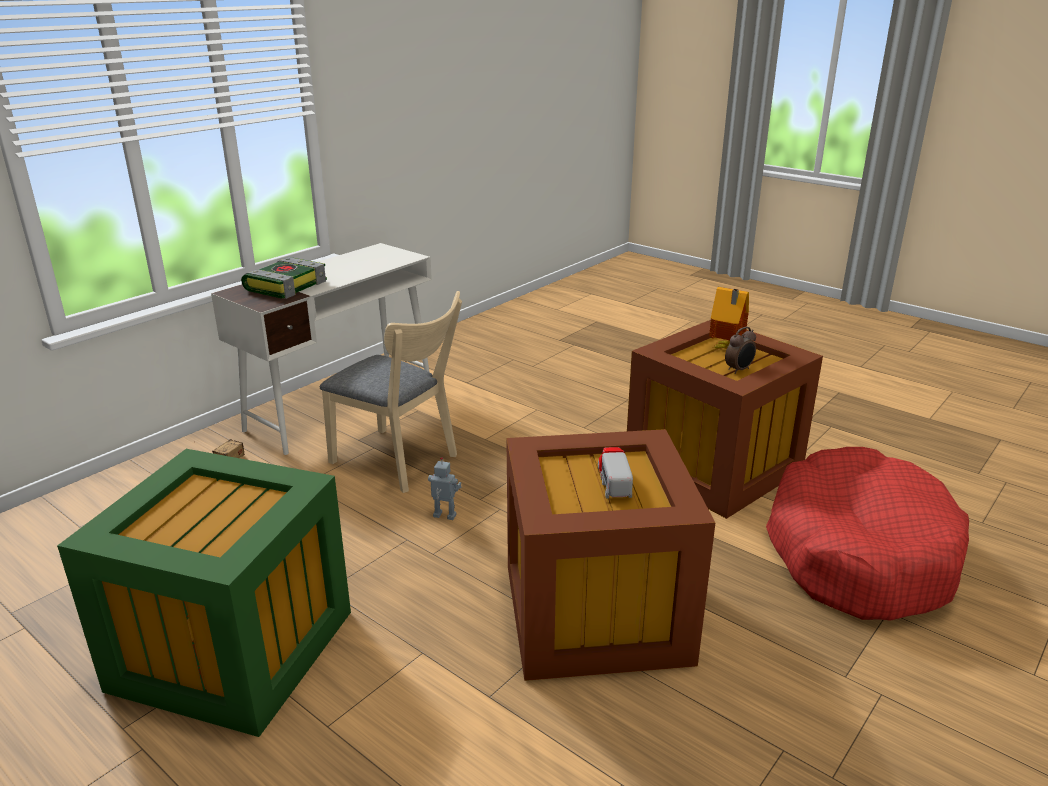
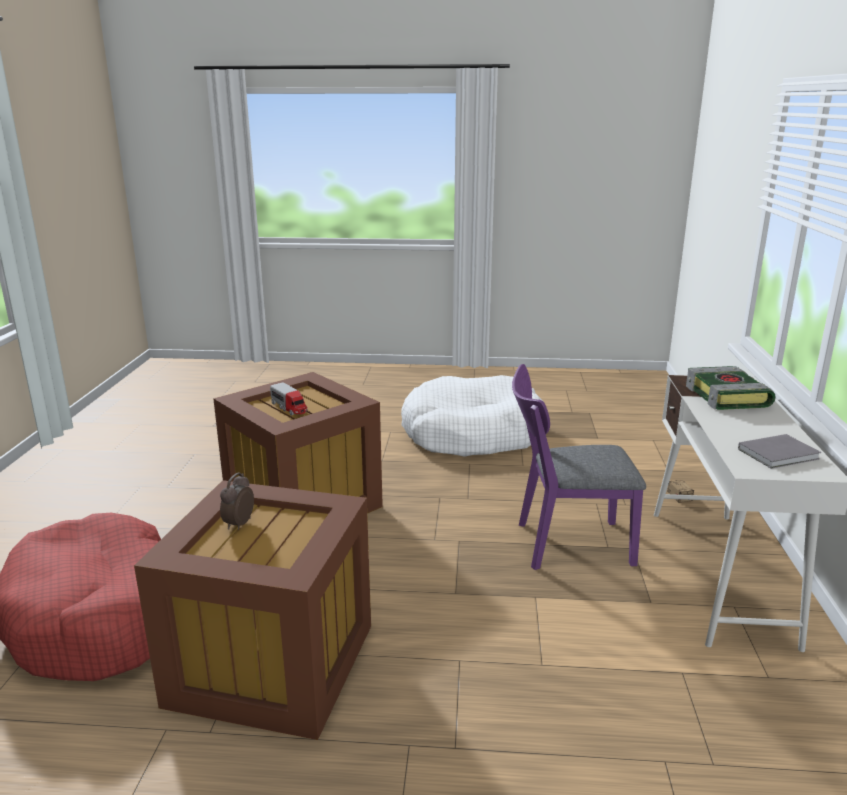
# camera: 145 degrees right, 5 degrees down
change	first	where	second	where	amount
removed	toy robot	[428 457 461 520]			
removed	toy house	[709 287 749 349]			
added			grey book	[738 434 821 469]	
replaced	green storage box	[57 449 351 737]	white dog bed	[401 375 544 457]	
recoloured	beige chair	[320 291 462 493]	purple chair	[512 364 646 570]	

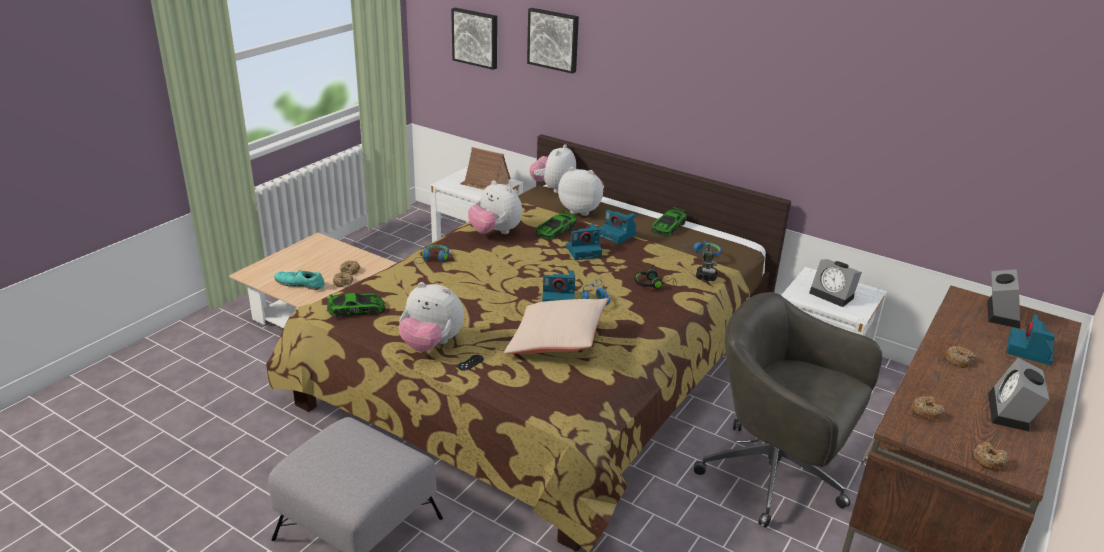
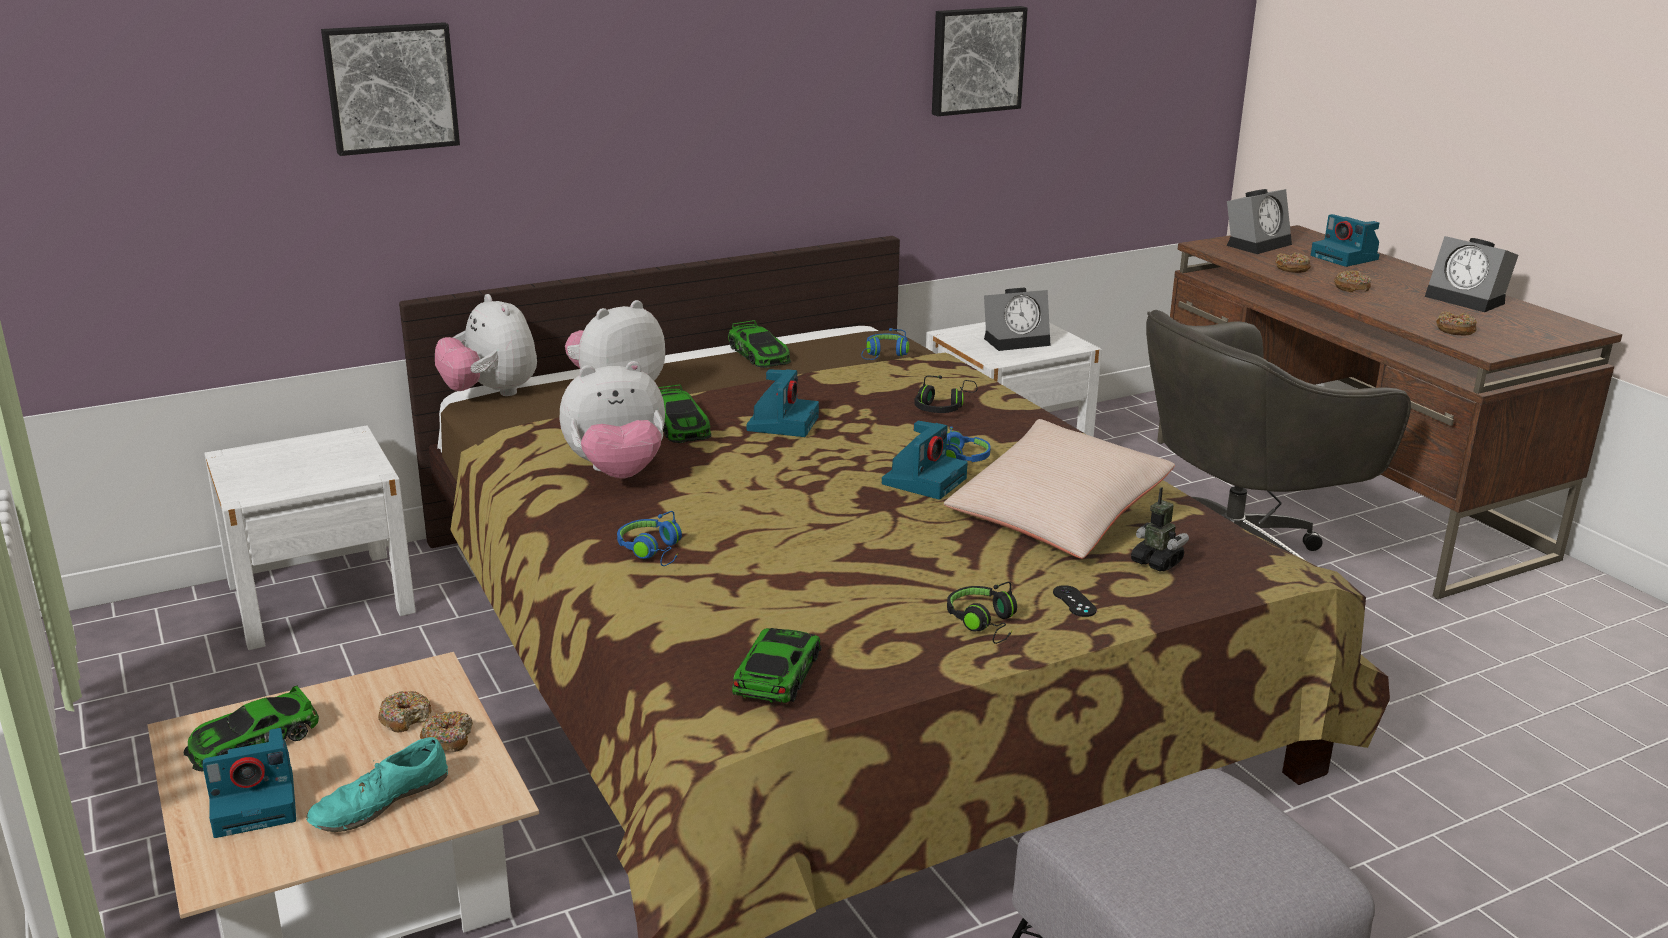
# camera: 60 degrees left, 5 degrees down
change	first	where	second	where	amount
removed	toy house	[460 147 511 190]			
added			toy car	[184 686 319 772]	
moved	picture	[451 8 497 70]		[932 6 1028 116]	
moved	photo camera	[598 210 637 244]		[203 728 296 838]	
moved	toy robot	[696 244 718 281]		[1131 487 1189 572]	
moved	donut	[974 442 1008 471]		[1275 253 1311 273]	
replaced	plush toy	[398 282 464 352]	black headphones	[947 582 1017 644]	
turned	alarm clock	[987 269 1020 328]		[1227 189 1292 254]	90 degrees clockwise

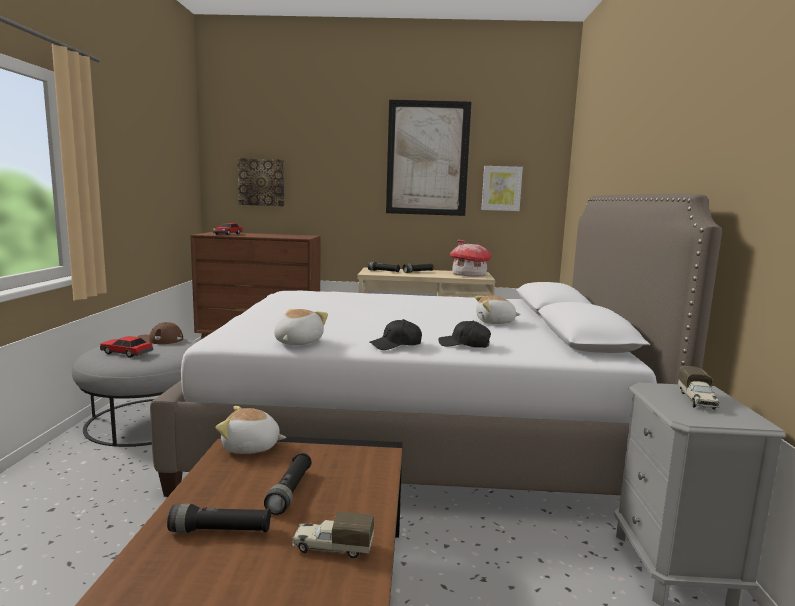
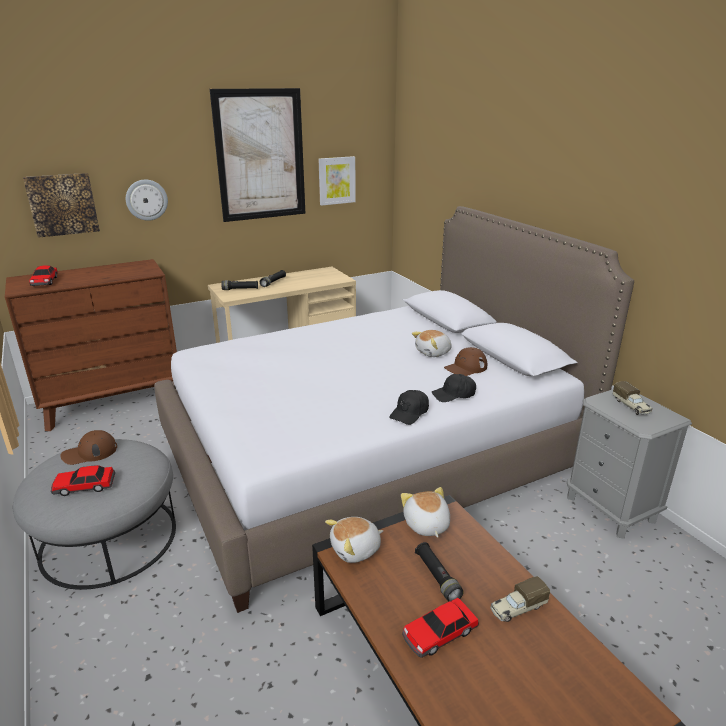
# camera: 30 degrees left, 15 degrees up
change	first	where	second	where	amount
removed	toy house	[450 240 491 276]			
added			wall clock	[126 180 168 221]	
added			brown cap	[444 347 487 376]	
moved	plush toy	[274 309 328 345]		[401 487 450 538]	
replaced	black flashlight	[167 504 271 533]	toy car	[402 598 479 658]	

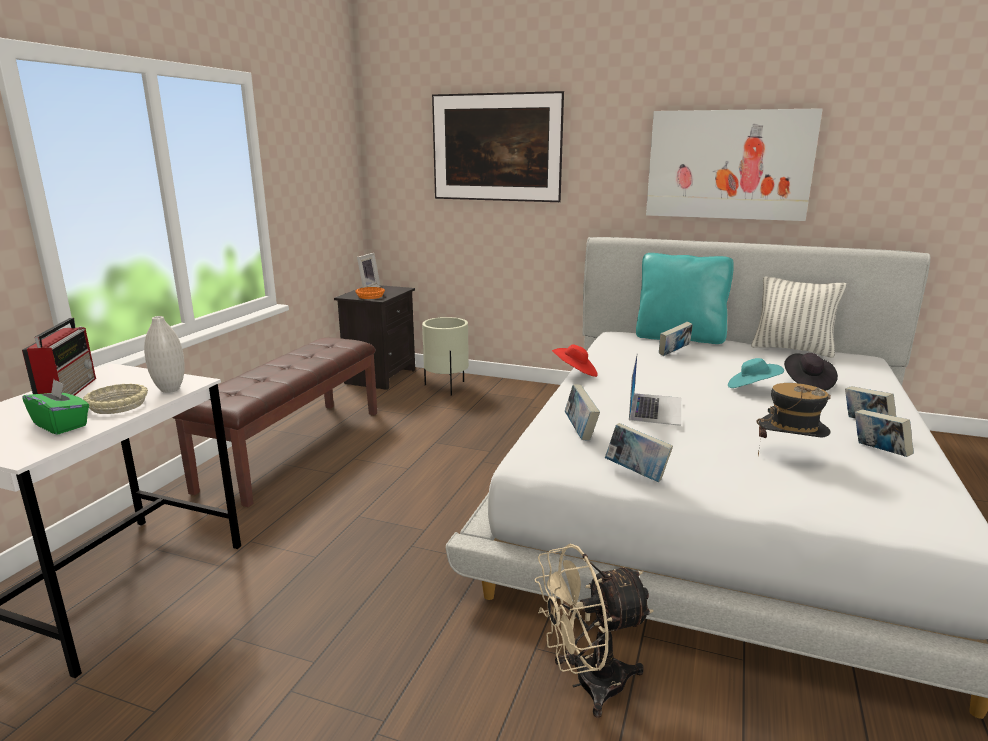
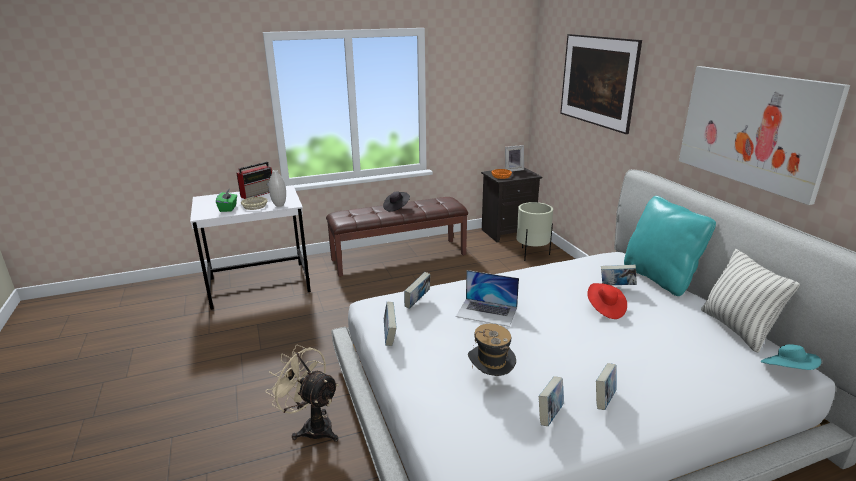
# camera: 50 degrees right, 5 degrees up
change	first	where	second	where	amount
moved	red hat	[552 344 598 377]		[587 283 627 319]	
moved	turquoise hat	[728 358 784 388]		[761 344 821 370]	
moved	black hat	[784 353 838 391]		[383 191 410 212]	
turned	laptop	[629 355 681 426]		[456 270 519 327]	45 degrees clockwise

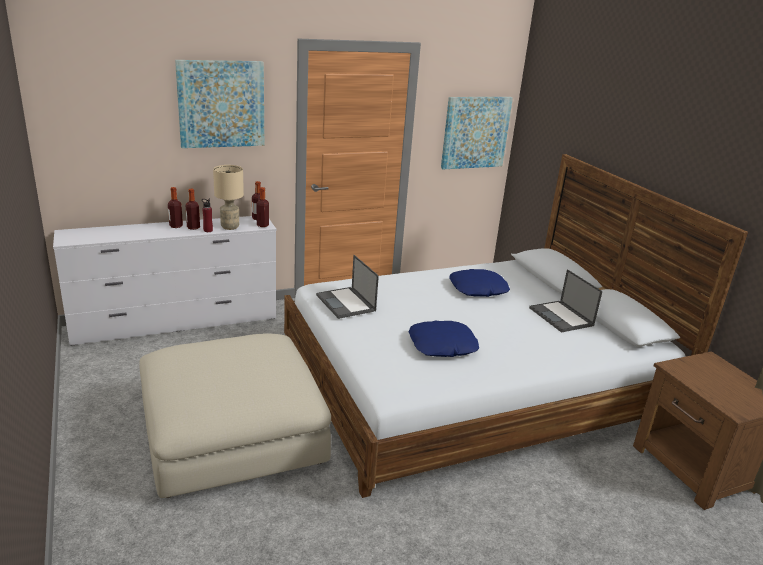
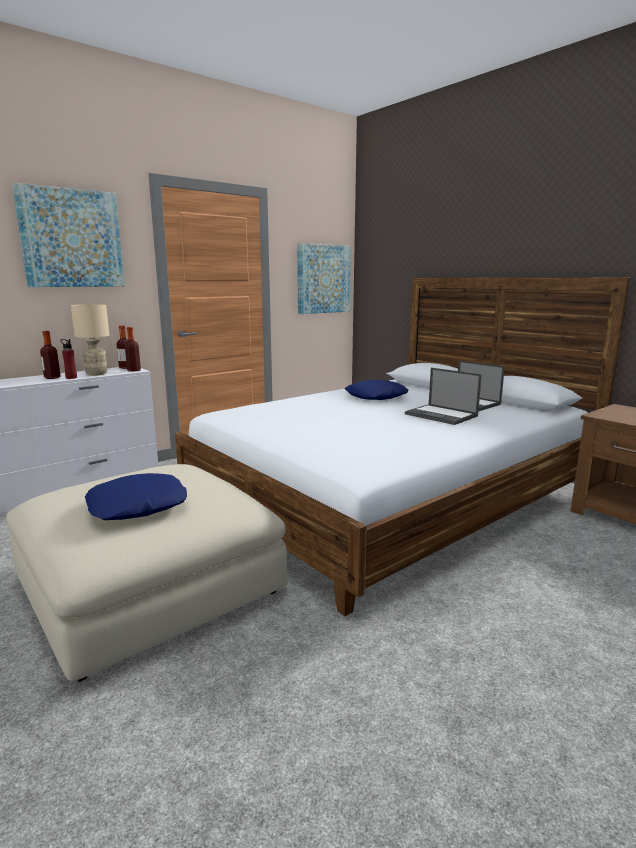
# camera: 15 degrees left, 10 degrees down
change	first	where	second	where	amount
removed	bottle	[168 187 183 228]			
moved	laptop	[316 255 379 319]		[405 368 482 425]	
moved	blue pillow	[409 320 479 357]		[85 473 187 520]	

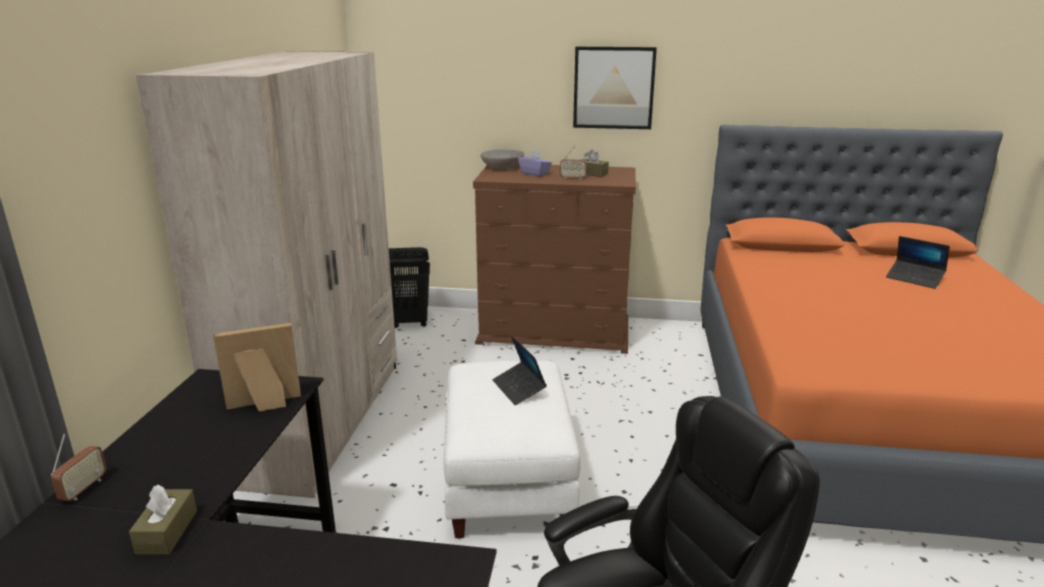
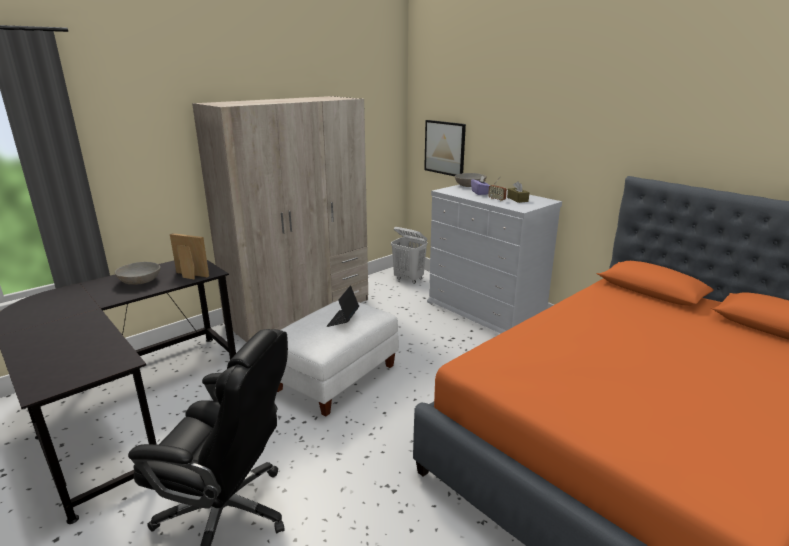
# camera: 40 degrees right, 0 degrees up
change	first	where	second	where	amount
removed	radio	[51 434 106 501]			
removed	brown tissue box	[129 485 197 554]			
removed	laptop	[886 236 950 289]			
added			grey bowl	[115 262 160 285]	
moved	picture	[573 47 657 129]		[424 120 466 176]	
recoloured	black laundry basket	[389 247 430 328]	white laundry basket	[391 227 427 284]	
recoloured	brown dresser	[473 164 636 354]	white dresser	[427 185 562 333]	

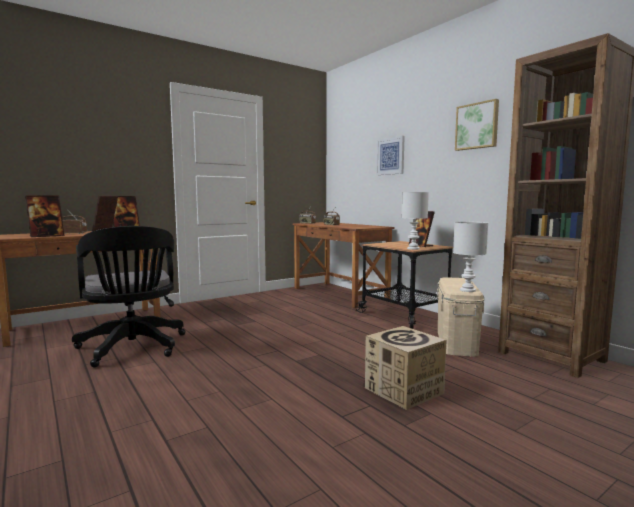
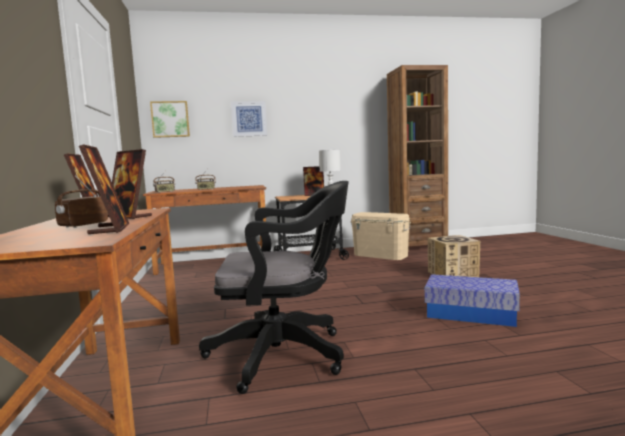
# camera: 65 degrees left, 0 degrees up
change	first	where	second	where	amount
removed	white table lamp	[453 222 488 292]			
added			storage box	[425 274 520 327]	
moved	picture	[455 99 499 151]		[150 101 190 138]	

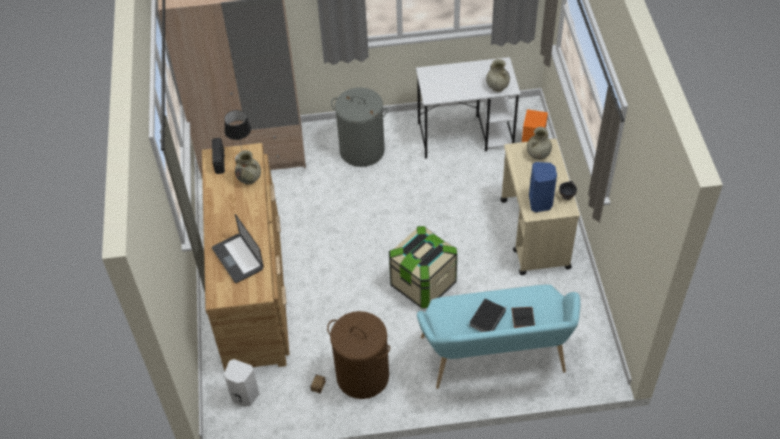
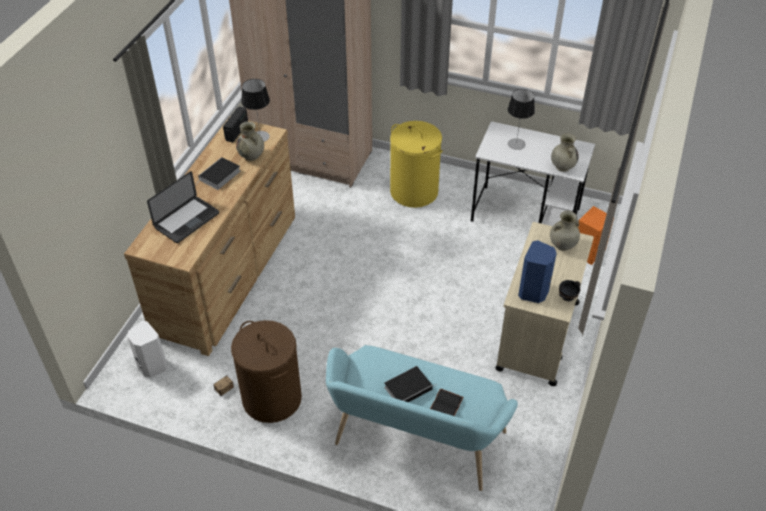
# camera: 25 degrees right, 5 degrees down
change	first	where	second	where	amount
removed	storage box	[389 226 457 308]			
added			book	[196 157 241 190]	
added			table lamp	[508 89 535 150]	
recoloured	grey laundry basket	[331 87 388 167]	yellow laundry basket	[390 121 443 208]	
turned	laptop	[212 214 264 283]		[147 171 219 243]	135 degrees counterclockwise

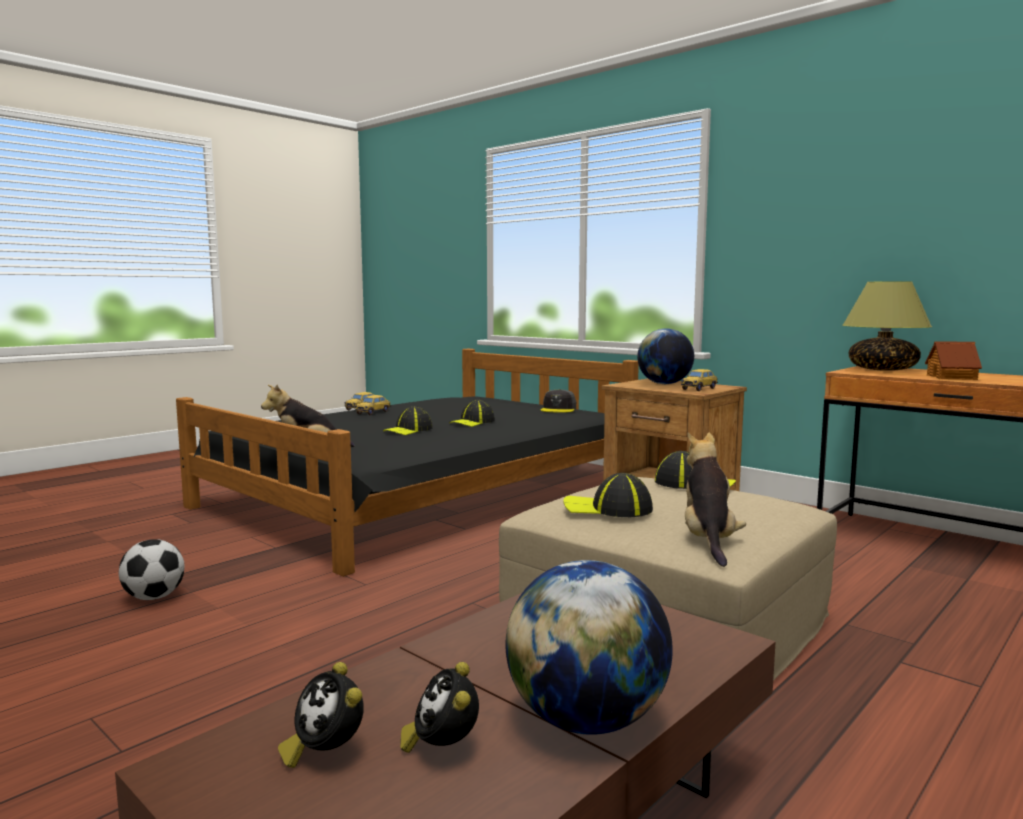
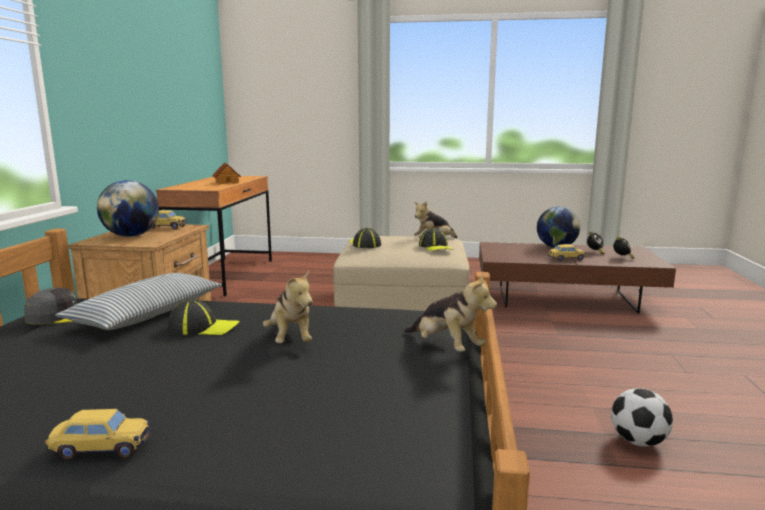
# camera: 125 degrees left, 5 degrees up
change	first	where	second	where	amount
removed	table lamp	[842 281 932 371]			
added			pillow	[55 273 222 330]	
moved	toy car	[355 395 391 415]		[548 244 586 261]	
replaced	cap	[383 406 433 435]	plush toy	[263 270 313 343]	

